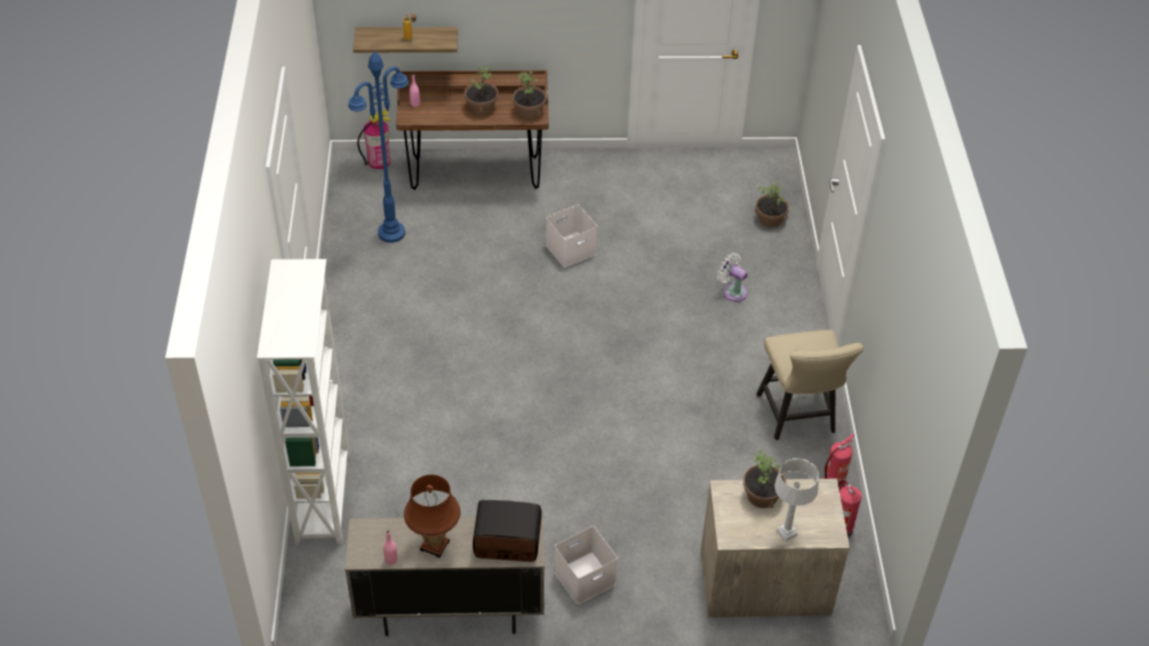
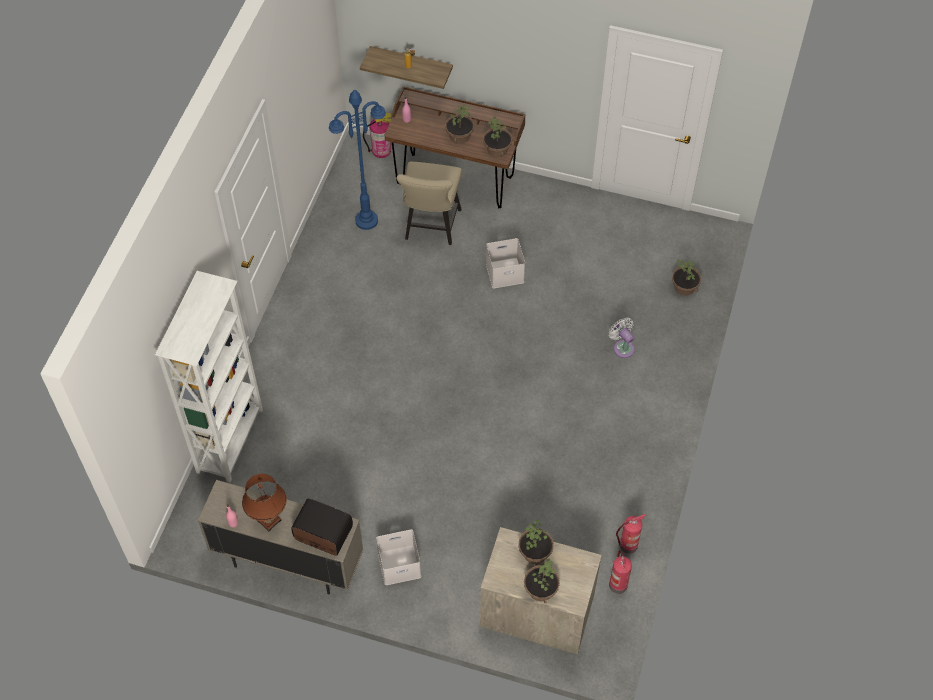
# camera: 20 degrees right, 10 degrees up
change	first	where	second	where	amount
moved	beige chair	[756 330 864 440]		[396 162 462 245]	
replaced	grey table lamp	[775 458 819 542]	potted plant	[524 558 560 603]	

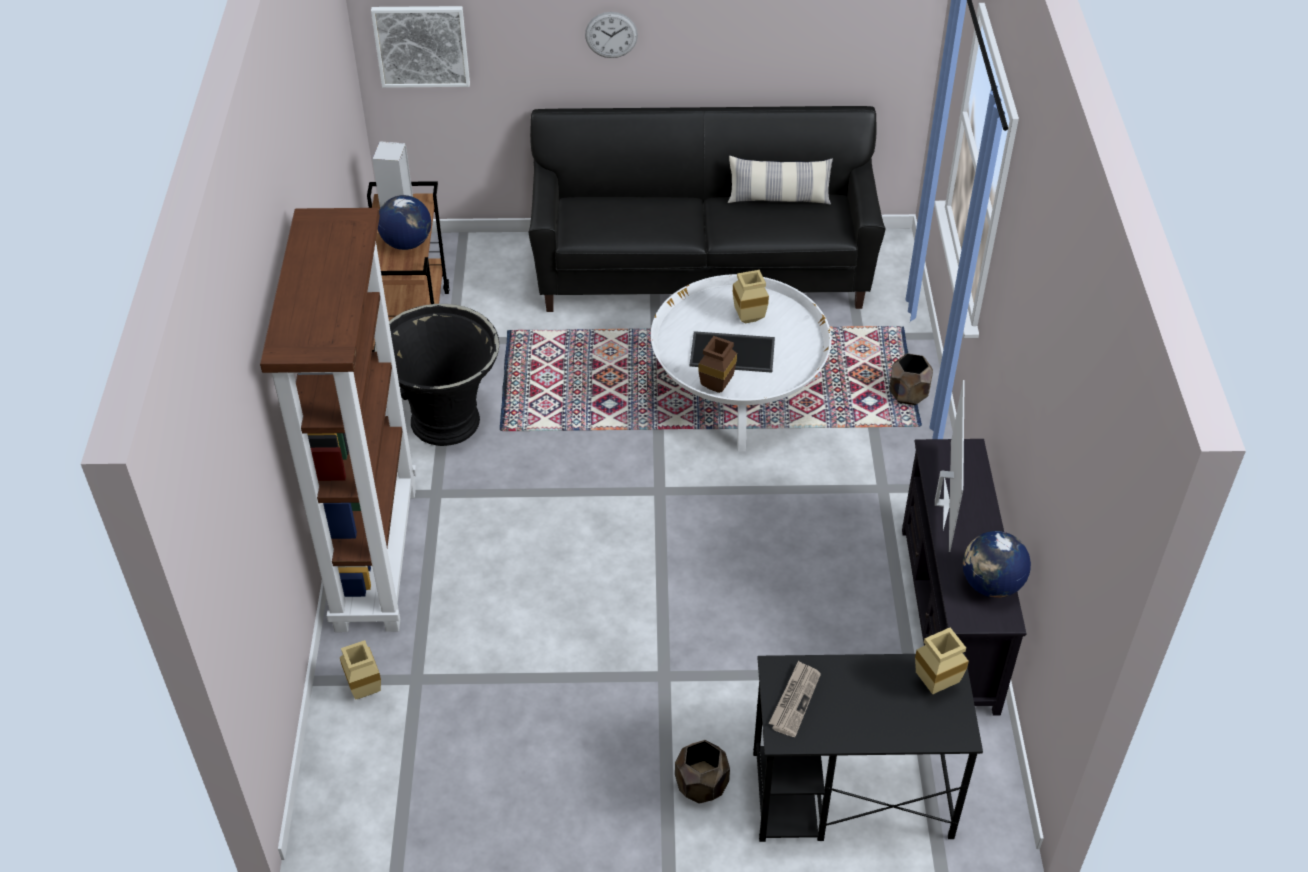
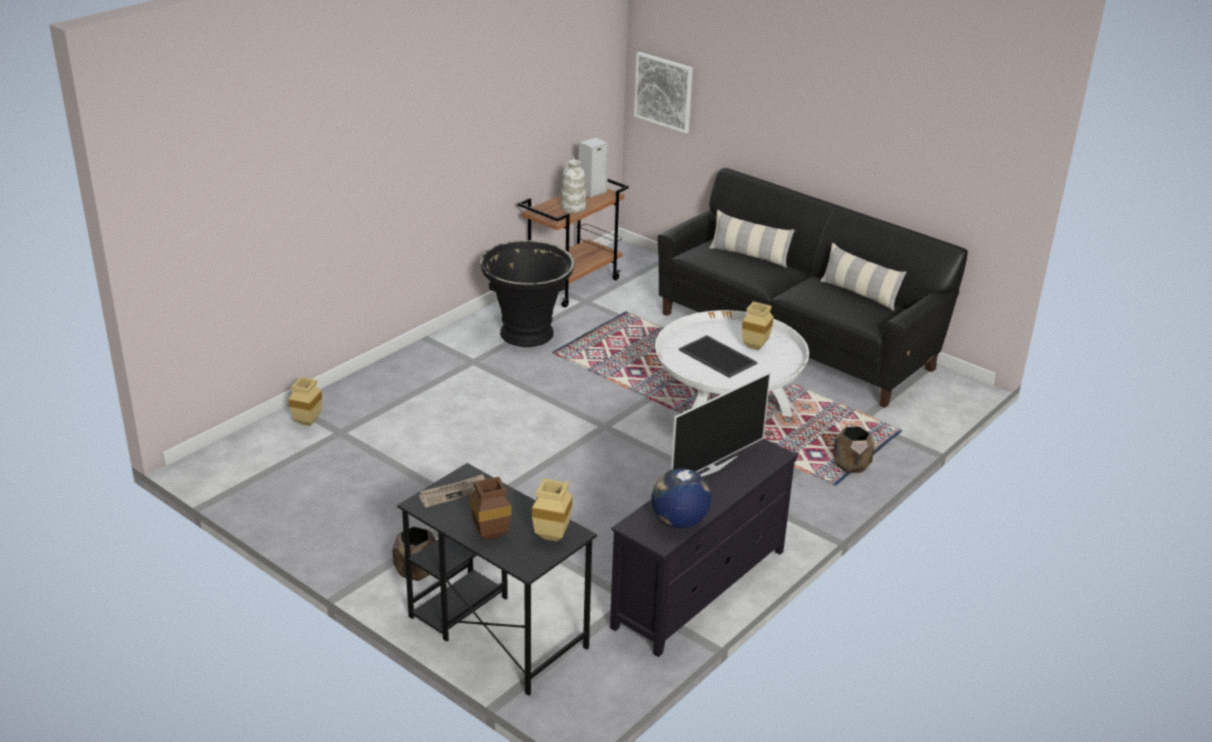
# camera: 40 degrees right, 15 degrees down
change	first	where	second	where	amount
removed	brown bookcase	[260 208 417 632]			
removed	wall clock	[585 12 638 58]			
added			pillow	[709 210 795 268]	
moved	brown vase	[698 336 737 393]		[470 477 511 540]	
replaced	globe	[378 195 431 250]	white vase	[561 156 586 213]	

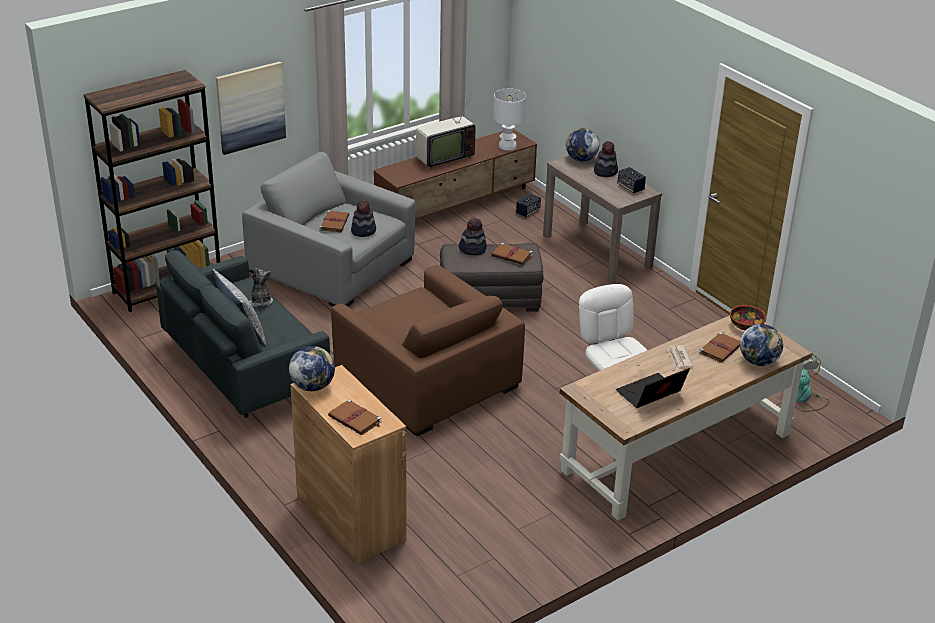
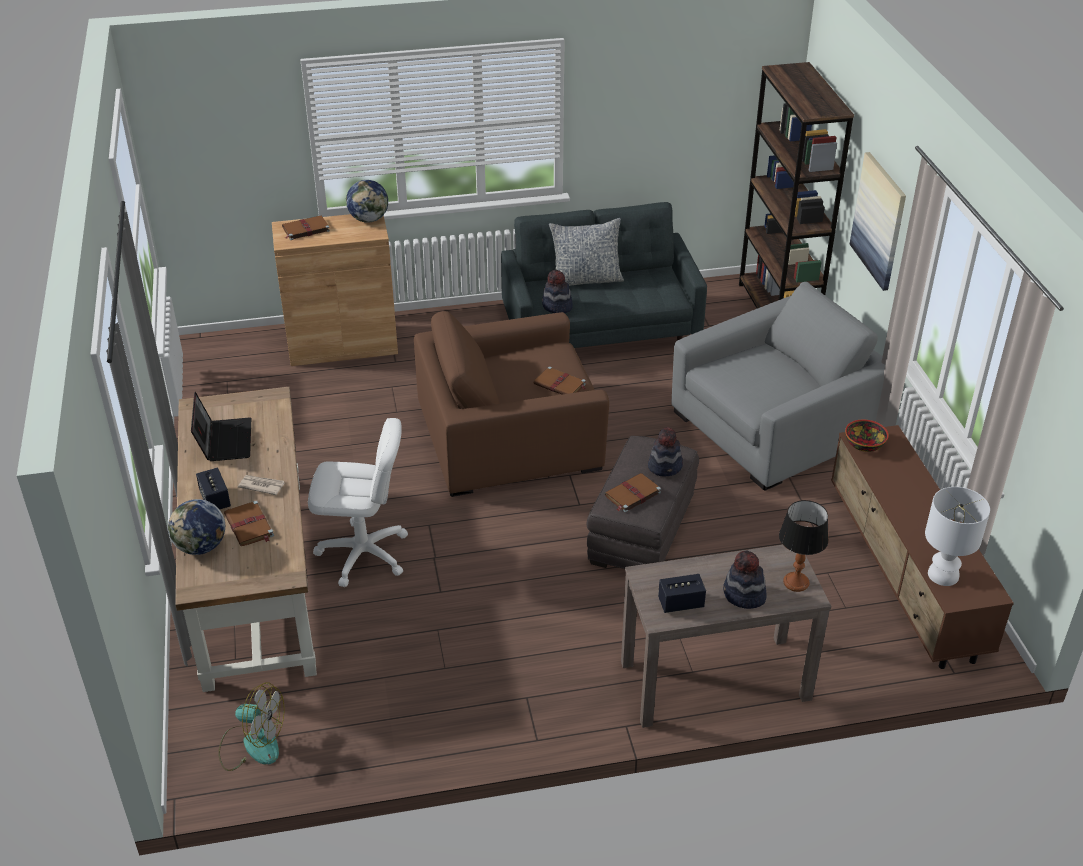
# camera: 115 degrees right, 5 degrees up
change	first	where	second	where	amount
removed	plush toy	[249 268 273 307]			
removed	television	[416 95 475 169]			
moved	brown book	[320 210 349 232]		[533 366 586 394]	
moved	hat	[351 200 376 237]		[542 270 573 313]	
moved	speaker	[516 193 541 217]		[196 468 231 510]	
moved	bowl	[730 305 766 331]		[845 420 889 452]	
replaced	globe	[566 128 600 161]	table lamp	[779 500 829 592]	

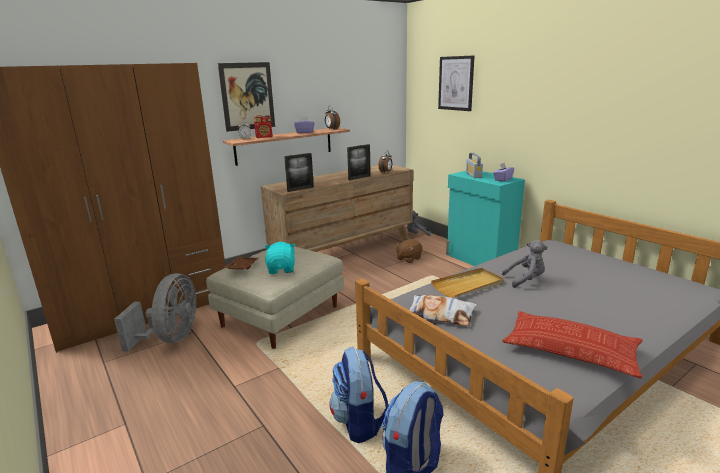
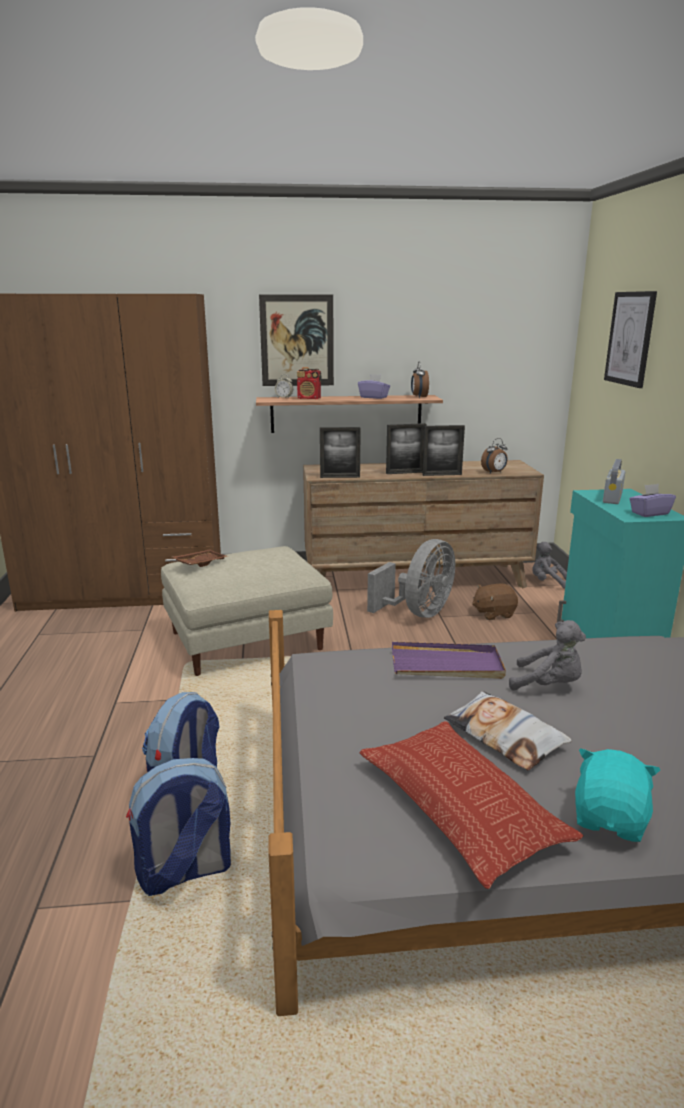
# camera: 30 degrees right, 0 degrees up
change	first	where	second	where	amount
added			picture frame	[386 423 426 474]	
moved	grey fan	[114 273 196 352]		[367 539 455 618]	
moved	turquoise plush toy	[265 242 296 274]		[575 748 660 842]	
moved	pillow	[409 295 477 326]		[444 691 572 771]	
recoloured	beige tray	[431 268 504 298]	purple tray	[392 642 506 679]	

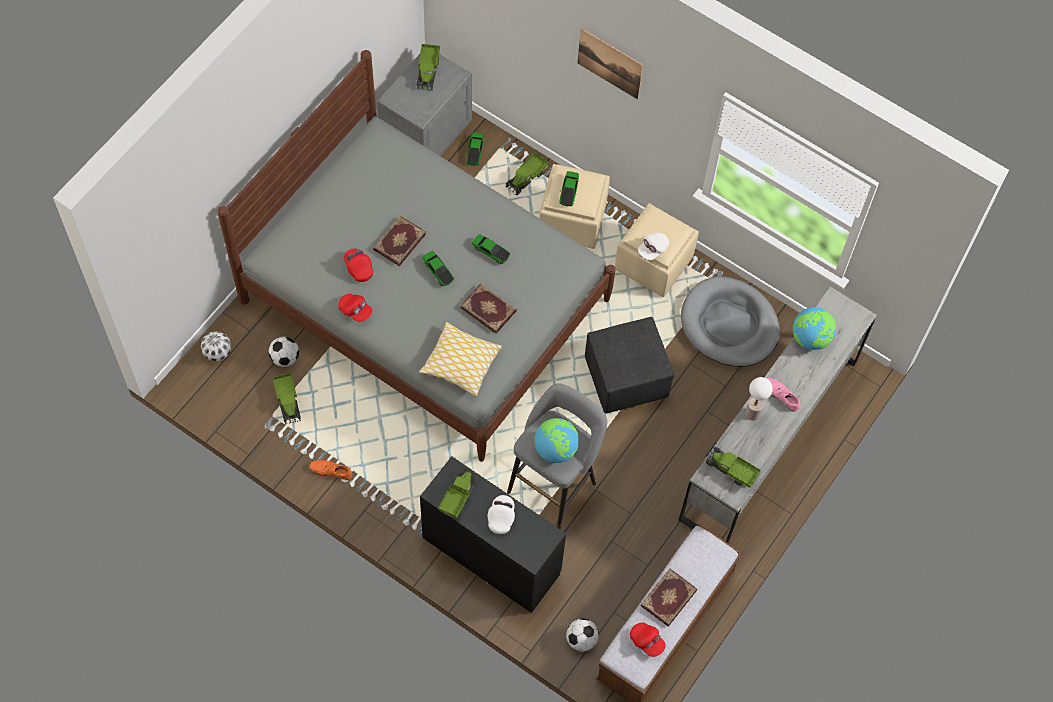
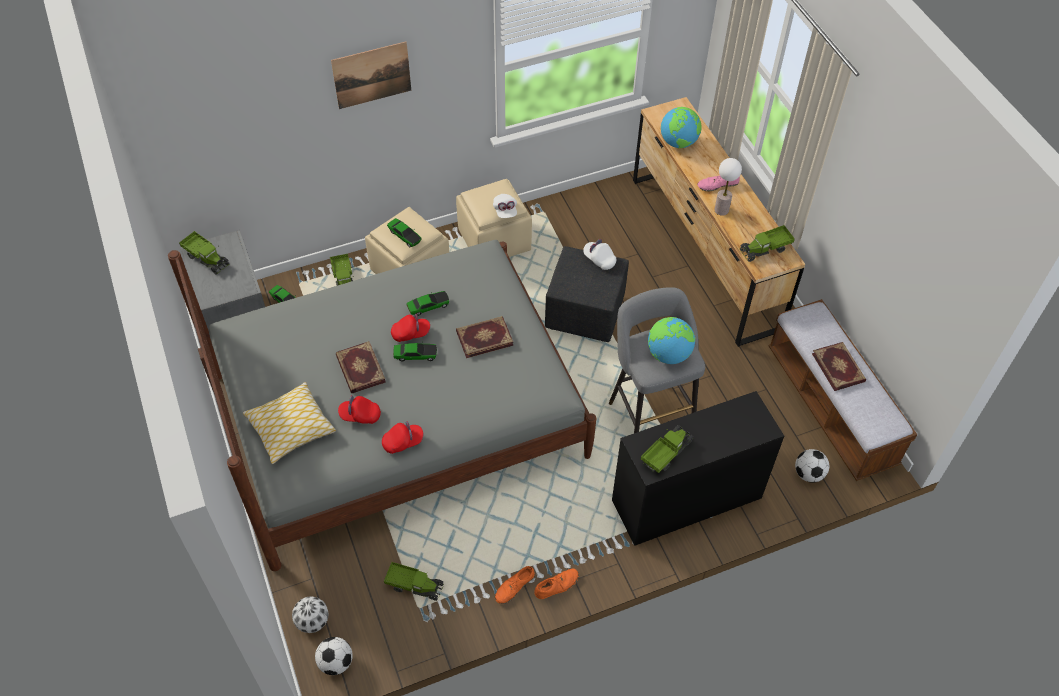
# camera: 55 degrees left, 10 degrees down
change	first	where	second	where	amount
removed	grey dog bed	[681 276 780 367]			
added			orange shoe	[534 569 579 599]	
moved	football	[269 337 299 367]		[315 637 353 675]	
moved	pillow	[419 322 502 397]		[243 382 336 464]	
moved	white cap	[488 495 515 534]		[583 239 616 270]	
moved	red cap	[630 623 666 657]		[391 314 430 342]	
recoloured	grey dresser	[679 287 877 543]	brown dresser	[633 97 805 347]	
turned	toy truck	[438 467 479 518]		[641 425 694 473]	75 degrees clockwise

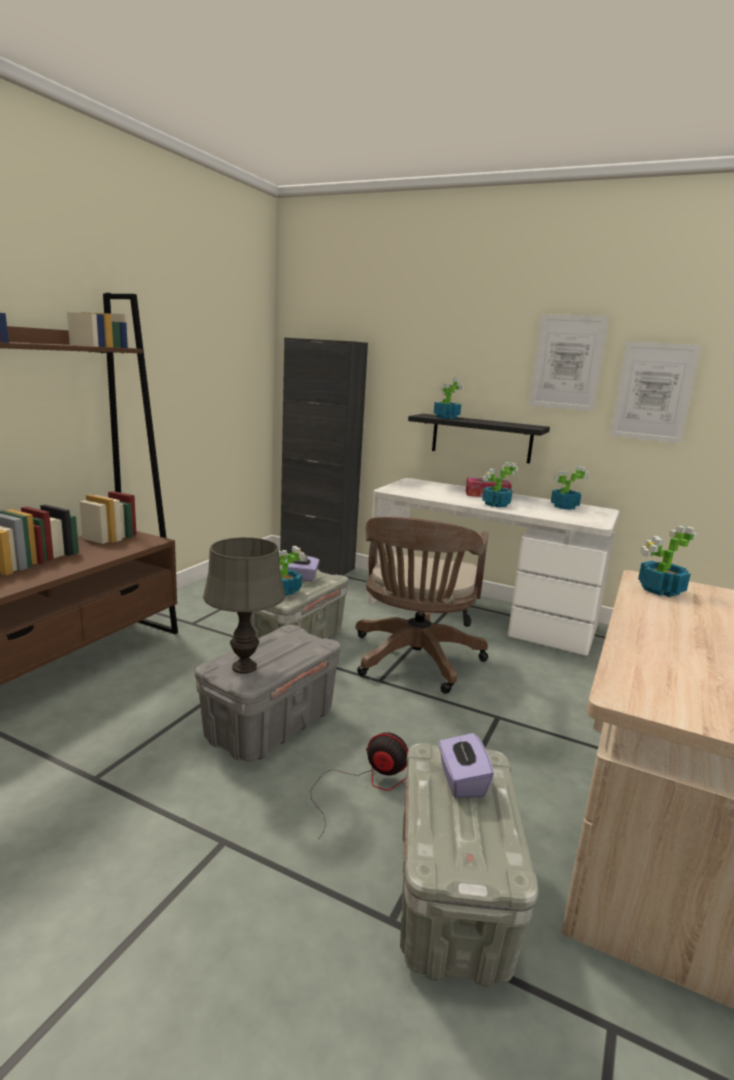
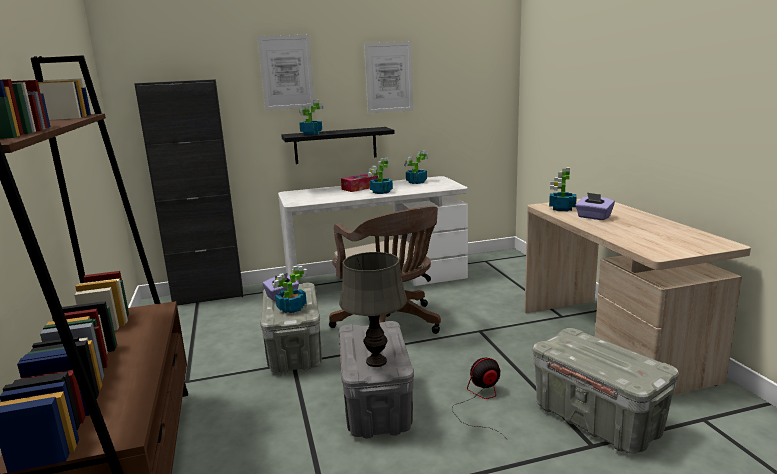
# camera: 40 degrees left, 0 degrees up
change	first	where	second	where	amount
moved	purple tissue box	[439 732 494 798]		[575 192 615 220]	
moved	picture	[610 342 702 443]		[257 35 315 110]	

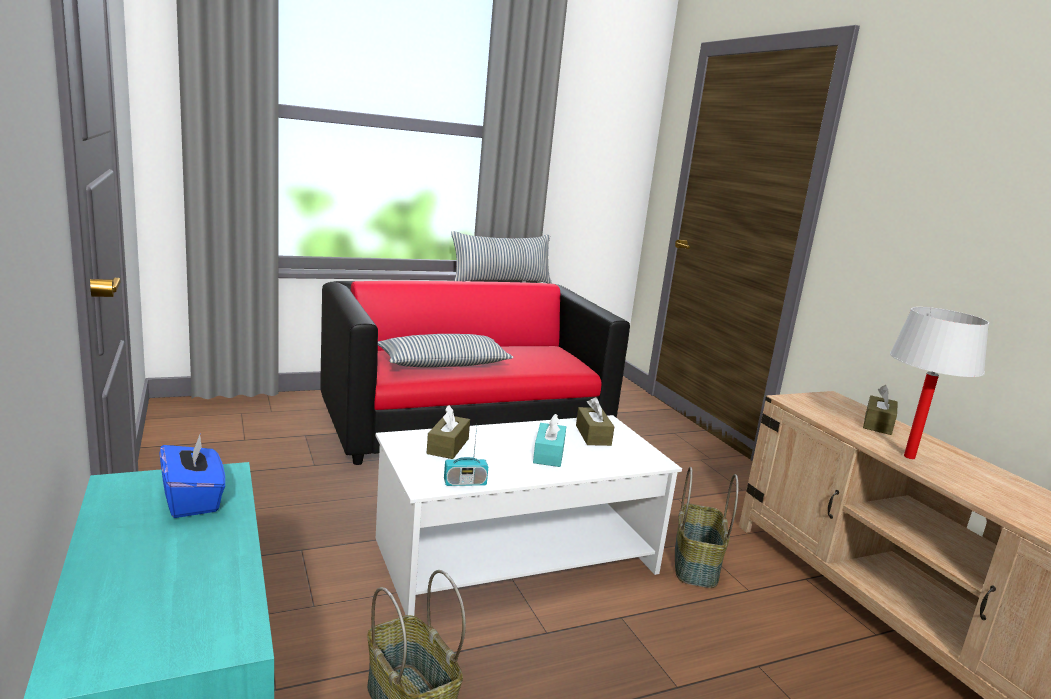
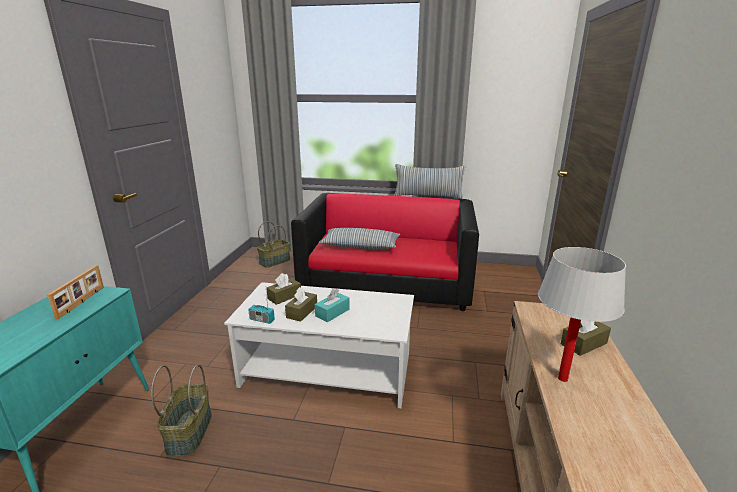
# camera: 35 degrees right, 5 degrees up
change	first	where	second	where	amount
moved	brown tissue box	[576 397 614 446]		[285 287 317 322]	
moved	basket	[675 467 739 588]		[257 221 290 268]	
replaced	blue tissue box	[159 432 225 518]	picture frame	[47 265 104 320]	

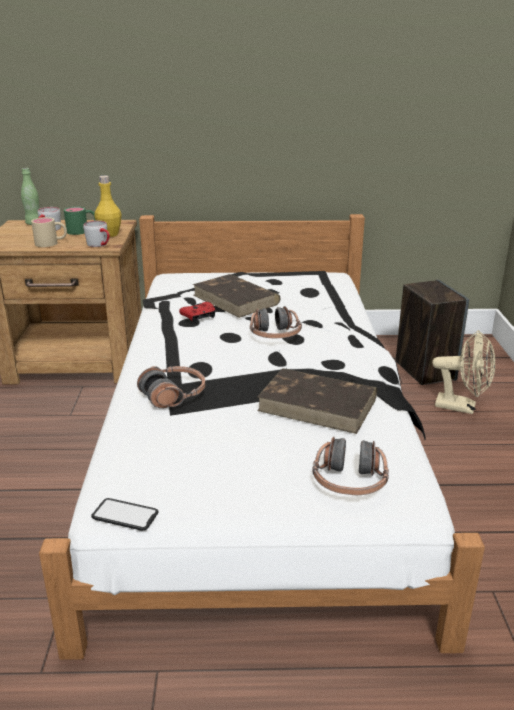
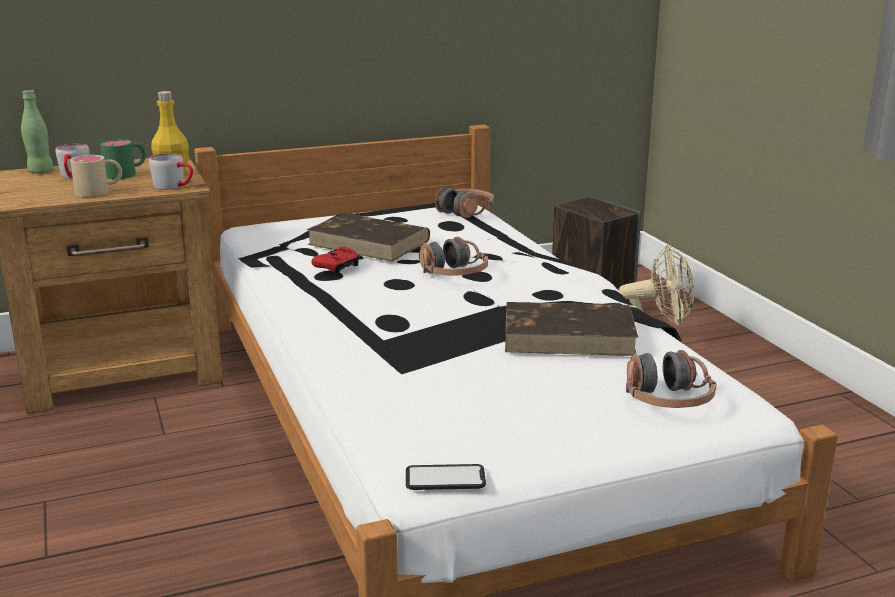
# camera: 20 degrees left, 5 degrees down
change	first	where	second	where	amount
moved	headphones	[137 366 205 408]		[435 187 494 218]	

